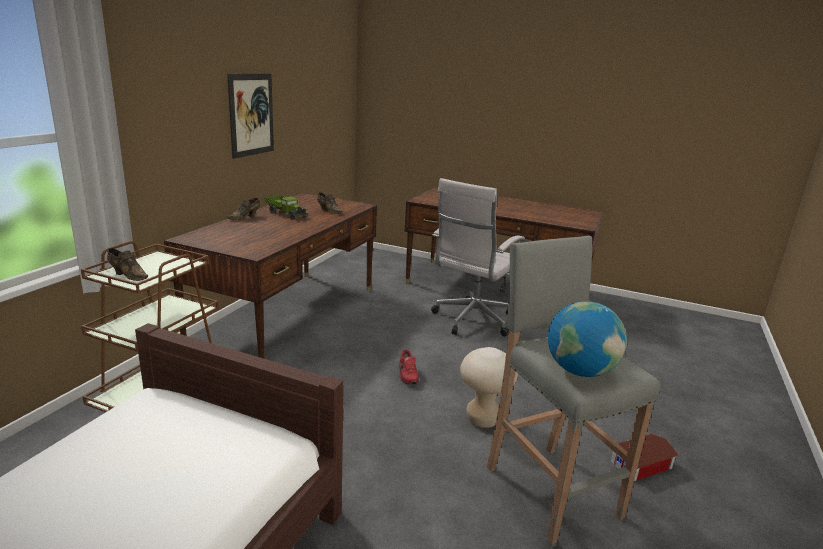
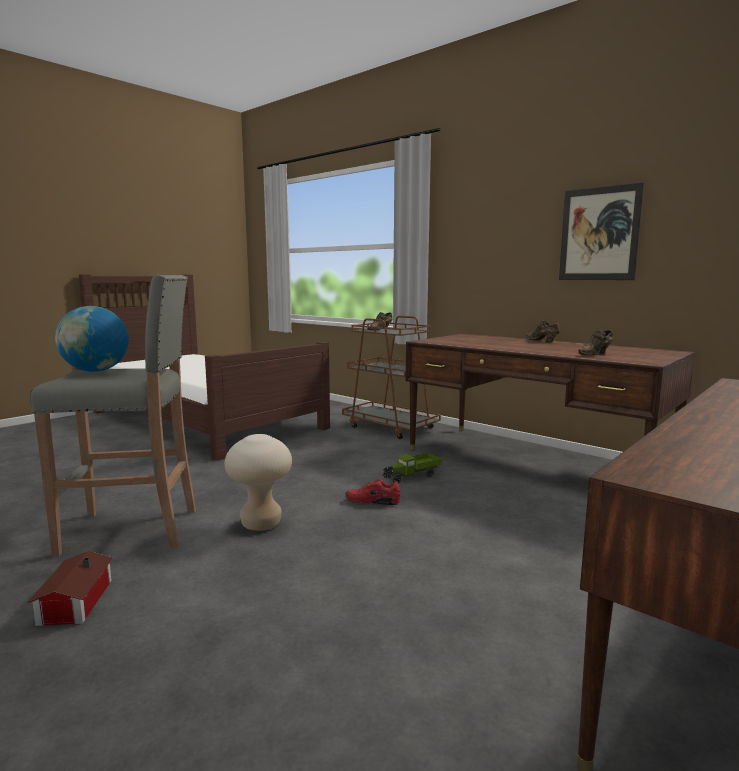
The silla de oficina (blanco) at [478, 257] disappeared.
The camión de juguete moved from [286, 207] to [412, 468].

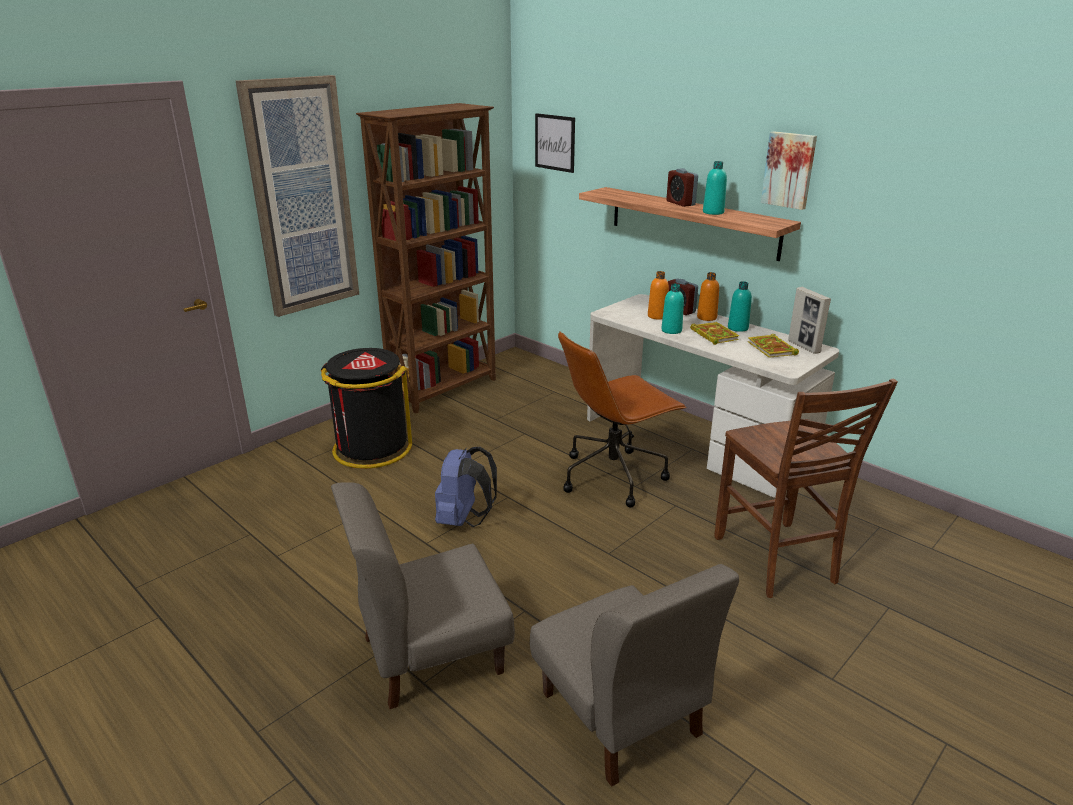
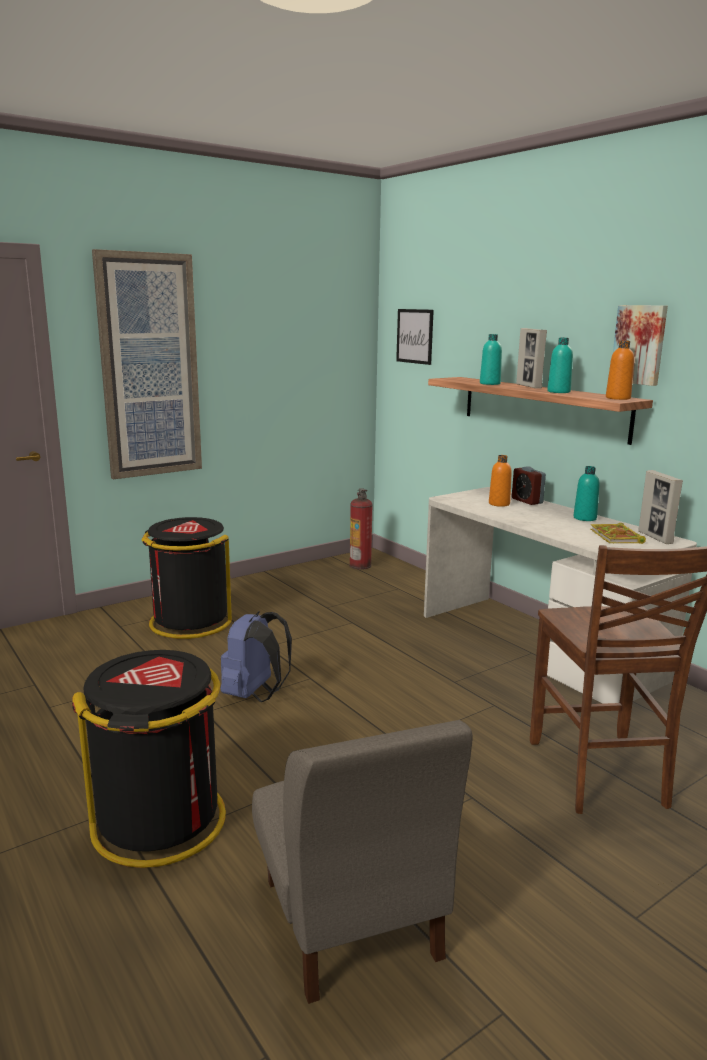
The estantería (marrón) at [426, 258] disappeared.
The silla de oficina (marrón) at [622, 419] disappeared.
The libro at [714, 333] disappeared.
The extintor at [361, 529] appeared.
The botella (turquesa) moved from [672, 309] to [491, 359].
The botella (naranja) moved from [708, 296] to [620, 370].
The silla (gris) at [423, 595] was replaced by the papelera (negro) at [149, 759].
The despertador at [682, 187] was replaced by the portarretratos at [531, 358].

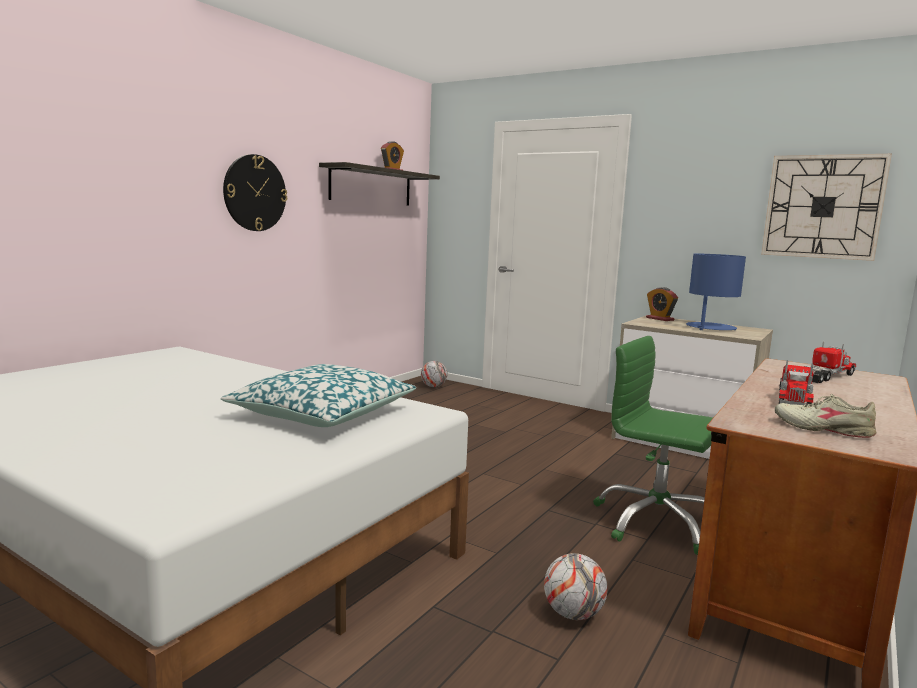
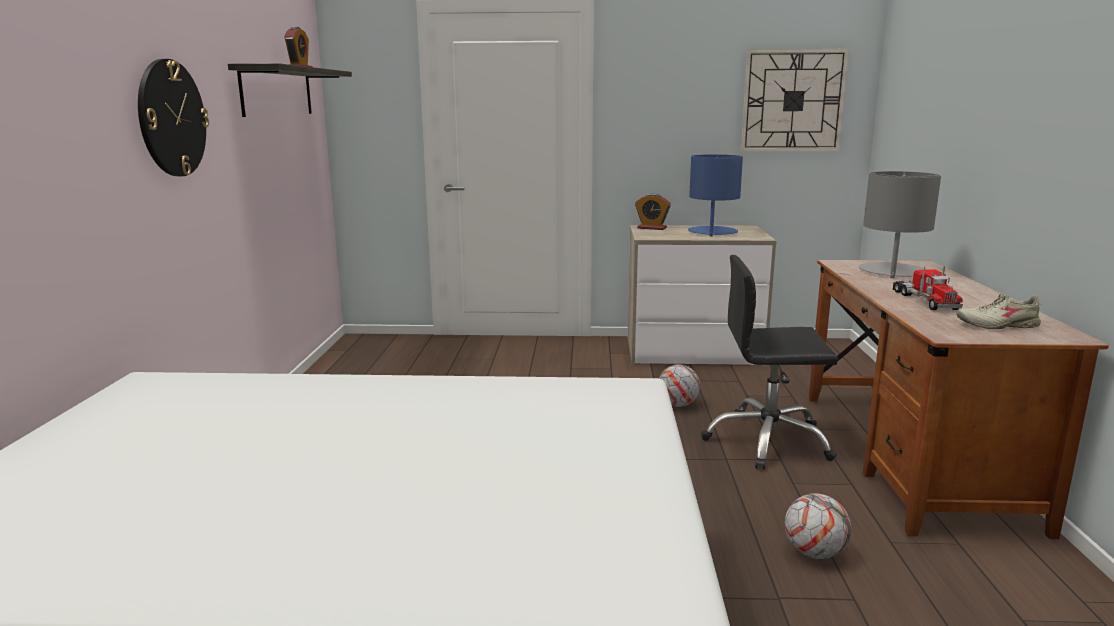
The cojín at [318, 395] disappeared.
The balón de fútbol moved from [434, 374] to [679, 385].
The camión de juguete at [830, 362] was replaced by the lámpara de mesa (gris) at [900, 224].
The silla de oficina (verde) at [653, 445] became the silla de oficina (negro) at [769, 362].

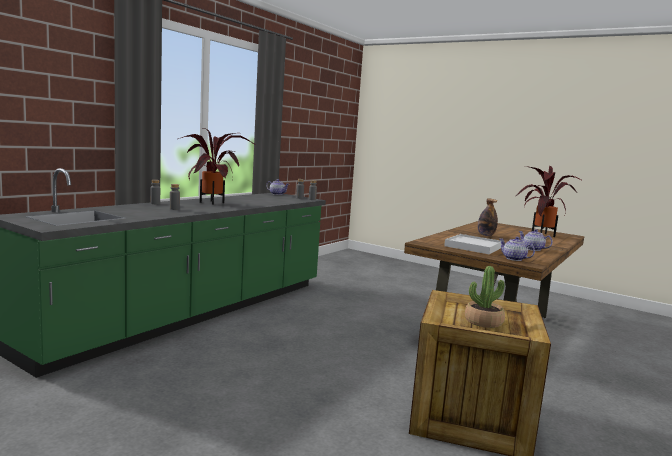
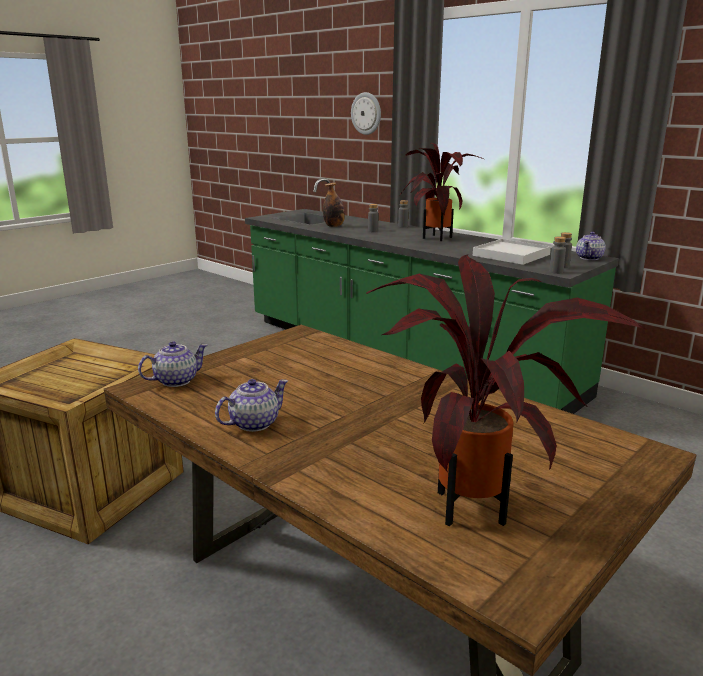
The planta en maceta at [485, 297] disappeared.
The reloj de pared at [366, 113] appeared.
The bandeja (blanco) moved from [472, 244] to [512, 252].
The botella moved from [488, 217] to [334, 205].

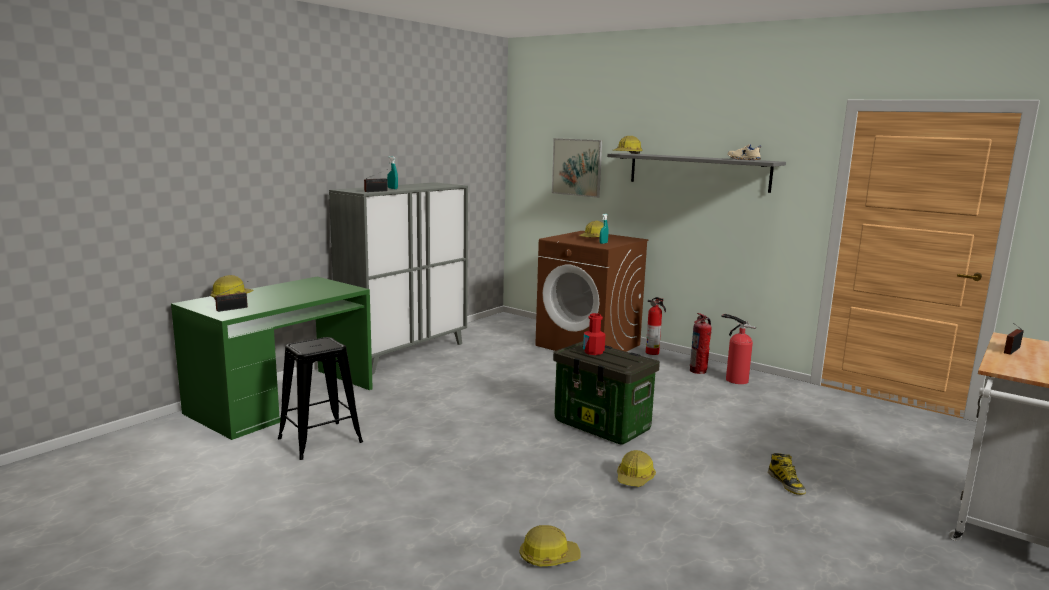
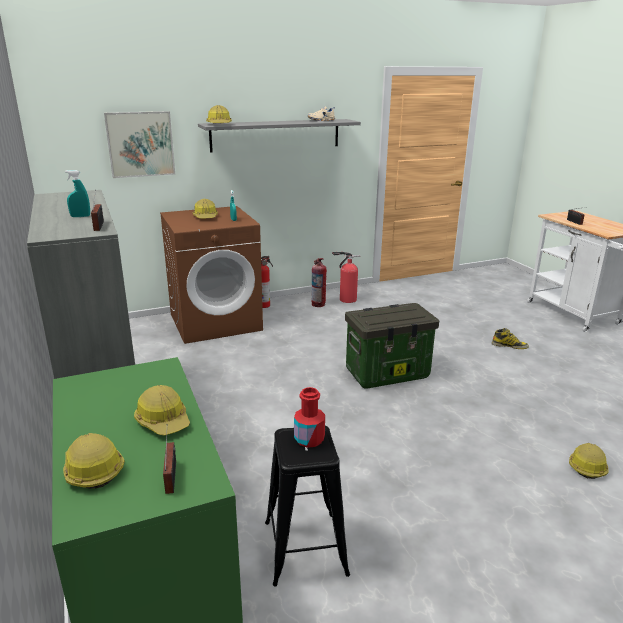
The botella (rojo) moved from [594, 334] to [309, 417].
The casco moved from [636, 468] to [162, 410].

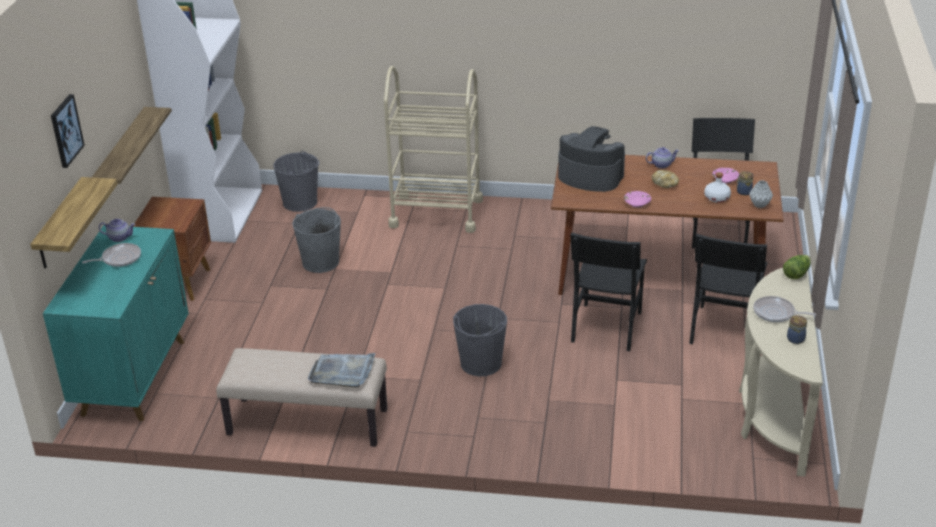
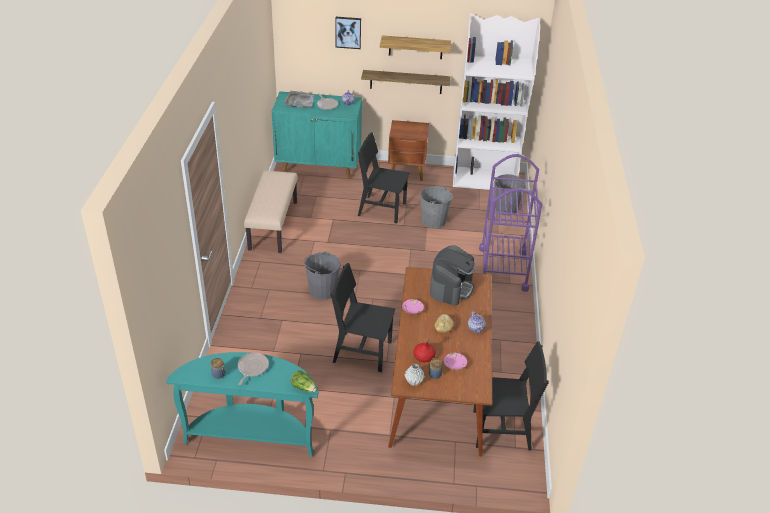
The estante moved from [74, 223] to [415, 47].
The bandeja (gris) moved from [342, 370] to [299, 99].
The silla (negro) moved from [728, 289] to [383, 177].
The carrito (beis) at [433, 149] became the carrito (morado) at [510, 223].
The botella (blanco) at [717, 187] became the botella (rojo) at [424, 350].
The mesa consola (beis) at [781, 372] became the mesa consola (turquesa) at [242, 404].

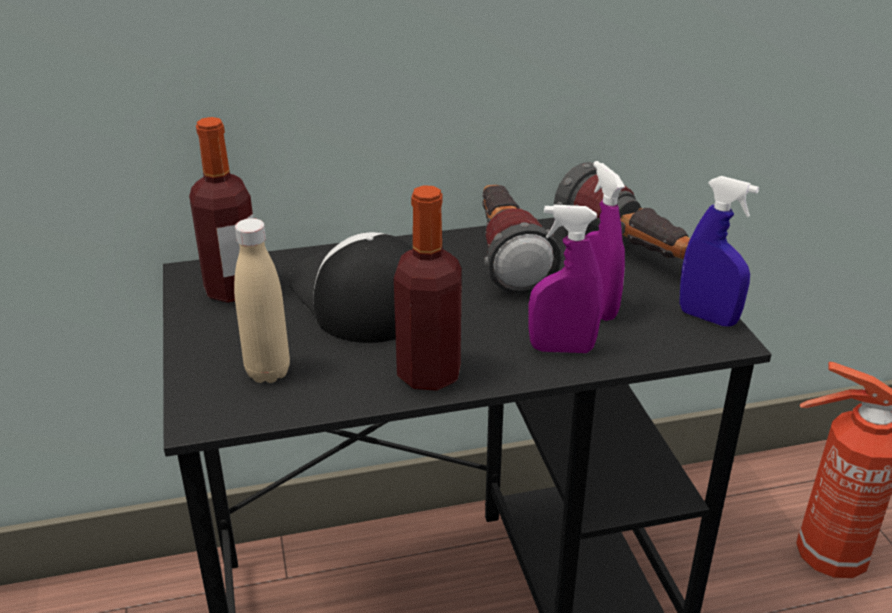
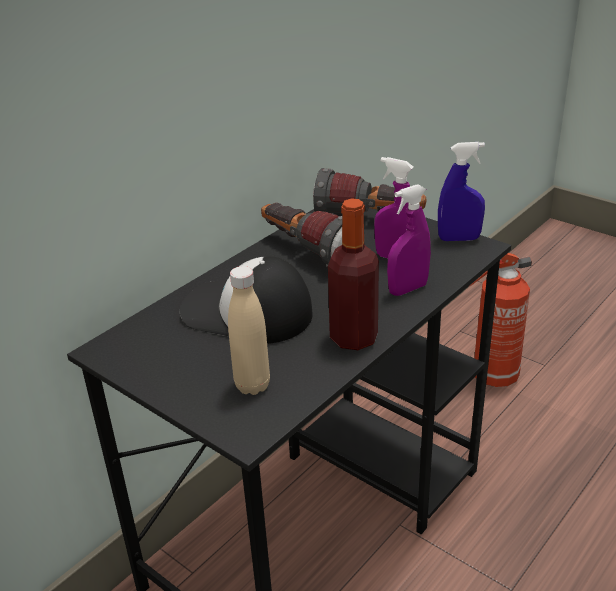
The botella at [221, 210] disappeared.

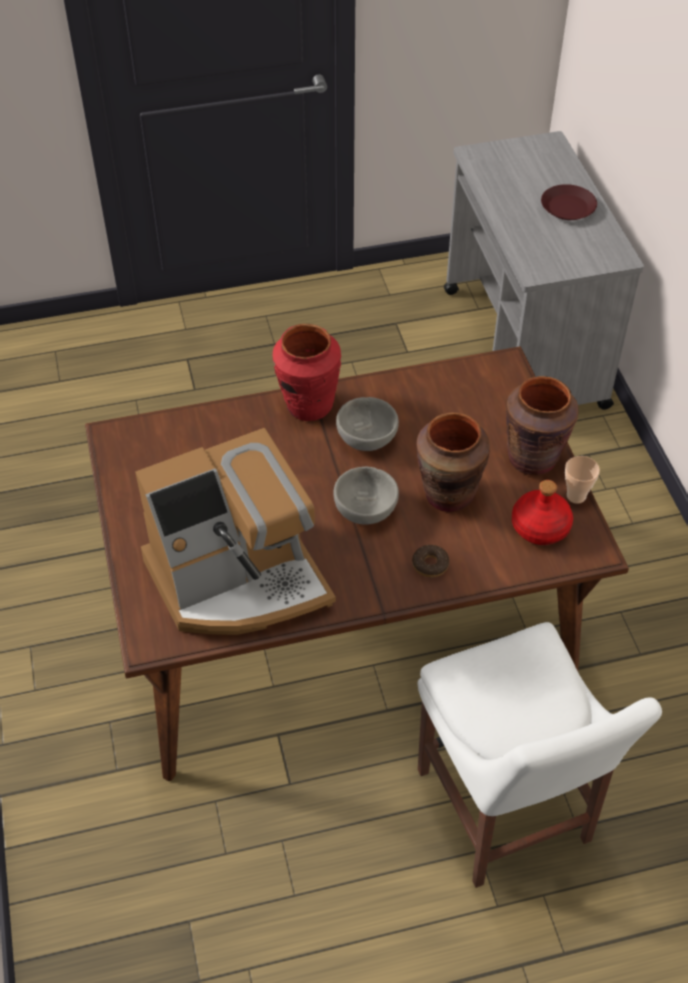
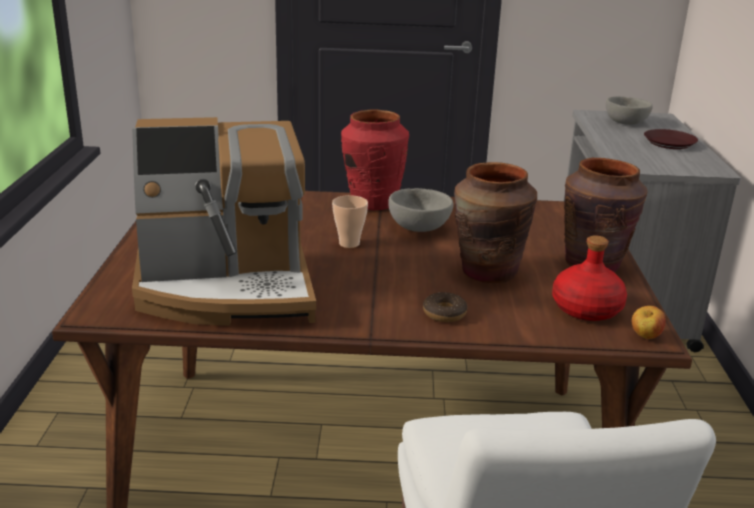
The manzana at [648, 322] appeared.
The cuenco (gris) moved from [366, 496] to [629, 110].
The taza moved from [582, 480] to [350, 221].

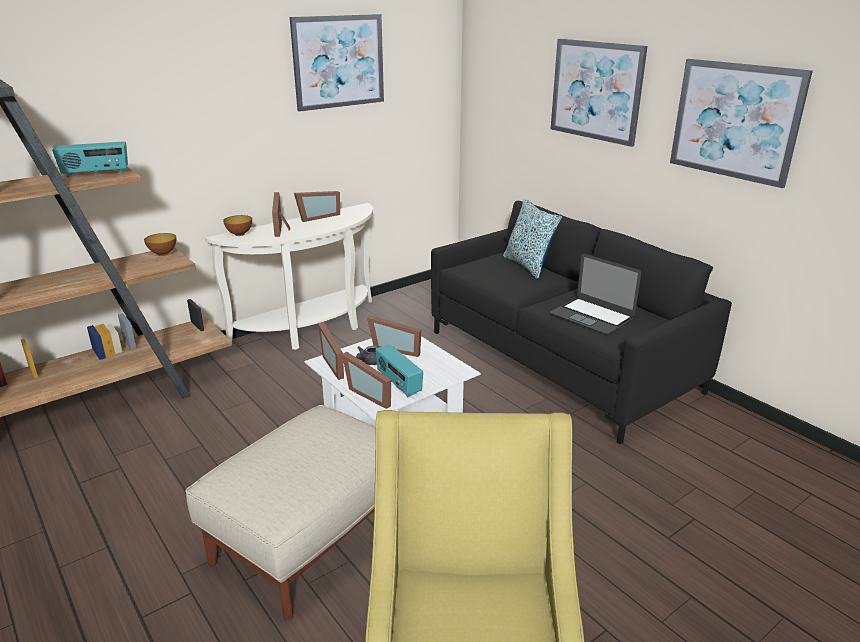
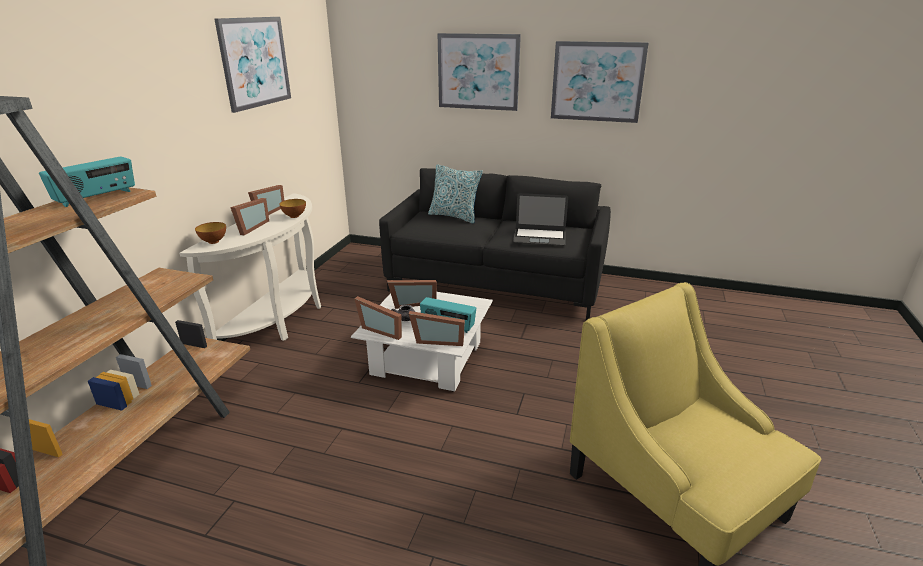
The puf (beis) at [280, 512] disappeared.
The cuenco moved from [160, 244] to [292, 208].
The portarretratos at [281, 214] turned 120 degrees counterclockwise.

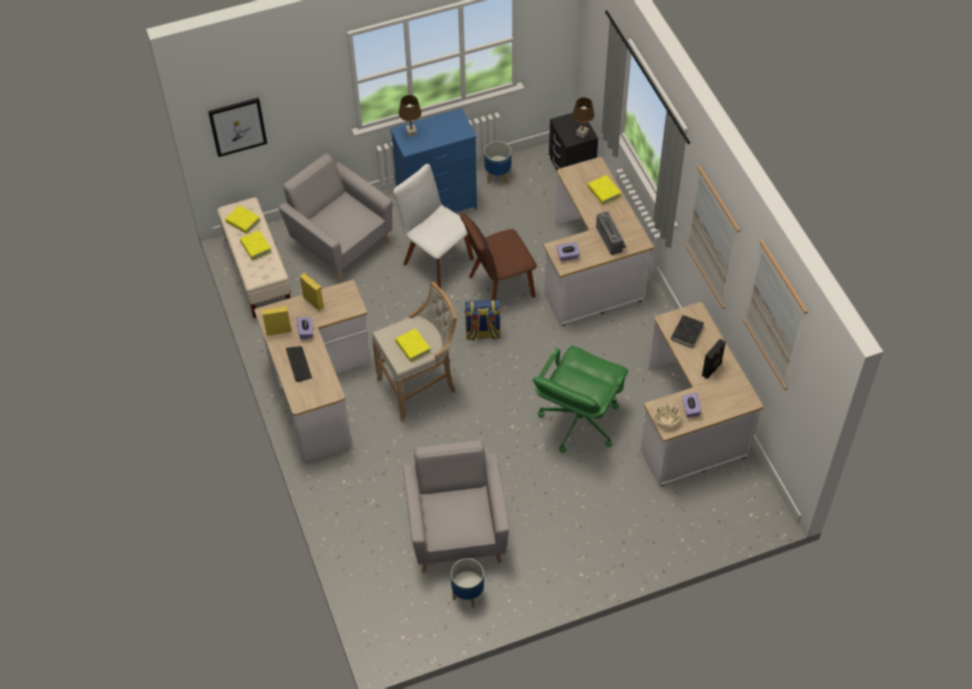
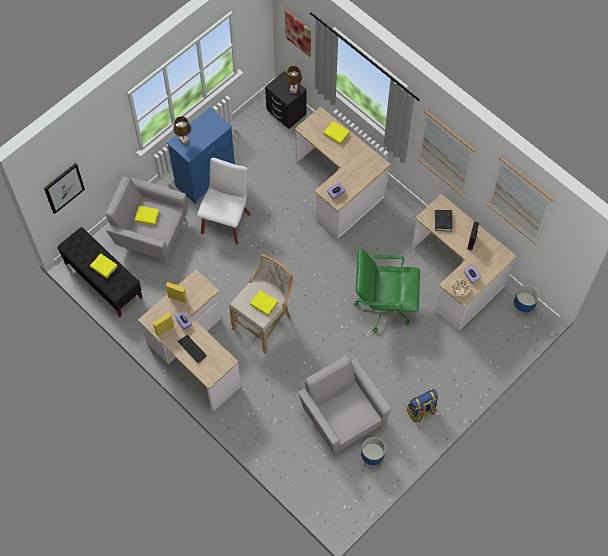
The silla (marrón) at [498, 256] disappeared.
The radio at [611, 233] disappeared.
The cuadro at [298, 33] appeared.
The libro (amarillo) moved from [242, 219] to [147, 215].
The mochila moved from [483, 320] to [422, 405].
The maceta moved from [497, 162] to [525, 301].
The banco (beis) at [254, 257] became the banco (negro) at [100, 272].
The silla (blanco) at [433, 226] turned 90 degrees clockwise.
The silla de oficina (verde) at [580, 399] turned 90 degrees clockwise.

